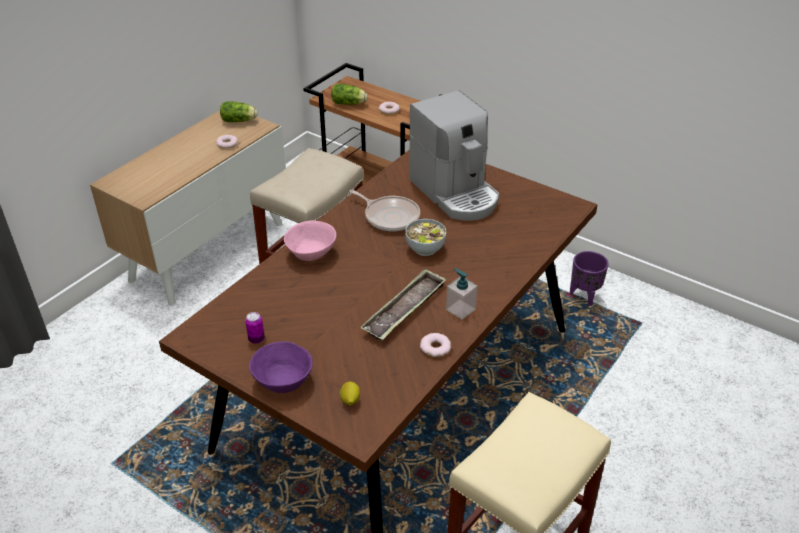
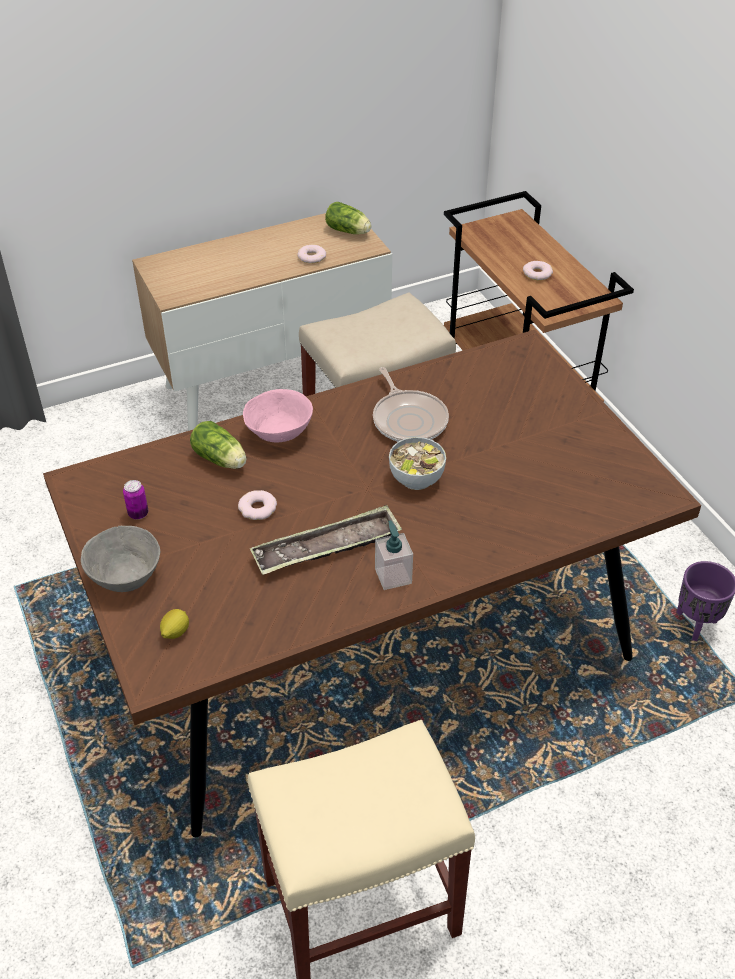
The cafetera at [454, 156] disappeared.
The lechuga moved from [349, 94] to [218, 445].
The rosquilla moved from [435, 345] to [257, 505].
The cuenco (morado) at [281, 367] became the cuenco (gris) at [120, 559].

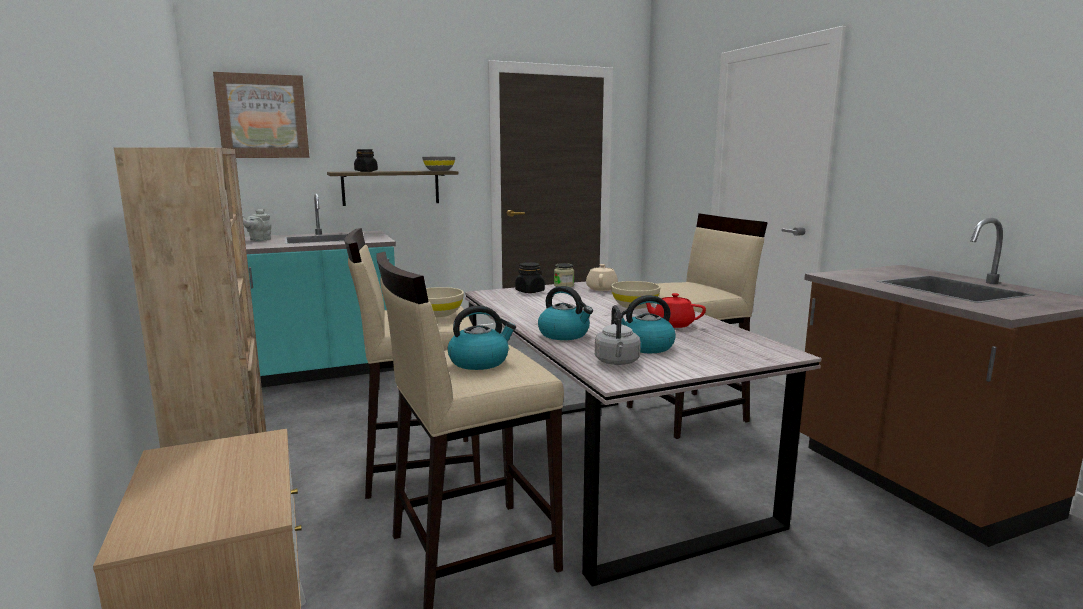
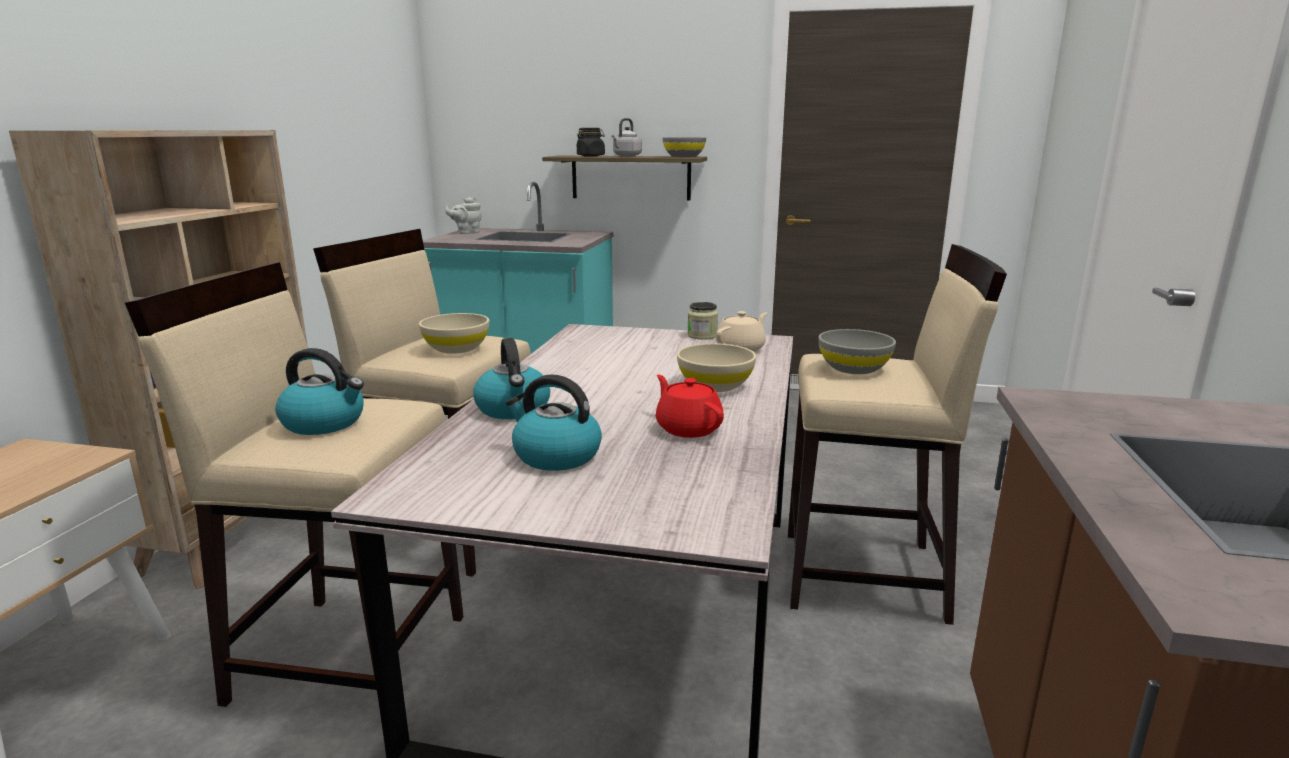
The cuadro at [261, 115] disappeared.
The tarro (negro) at [530, 277] disappeared.
The cuenco (gris) at [857, 351] appeared.
The hervidor (gris) moved from [618, 335] to [626, 137].

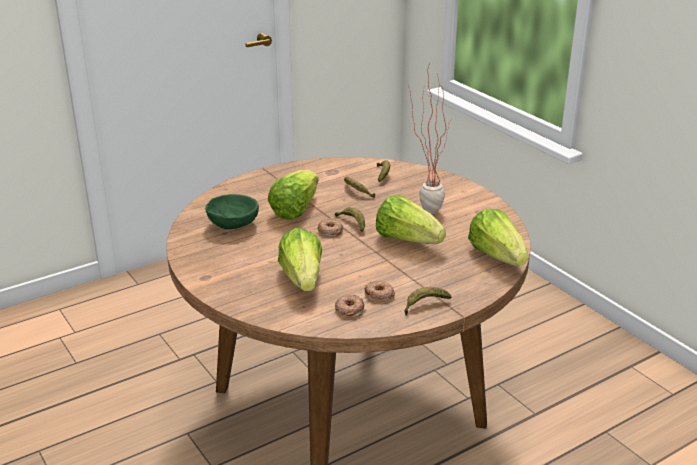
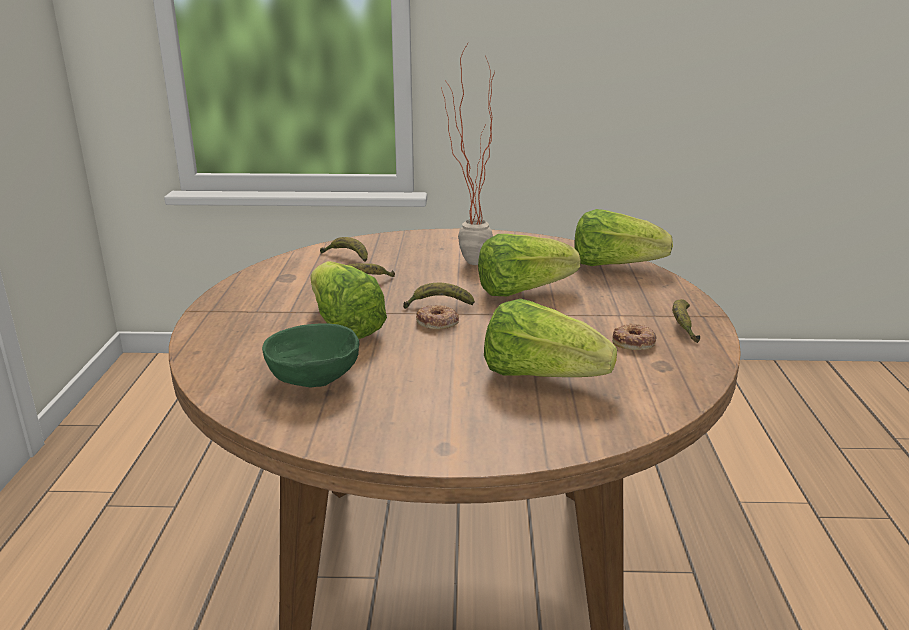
The rosquilla at [349, 306] disappeared.

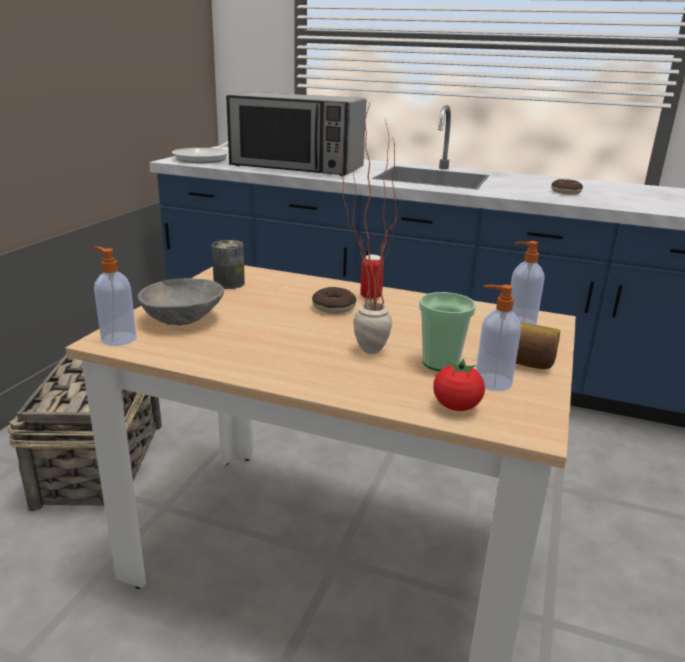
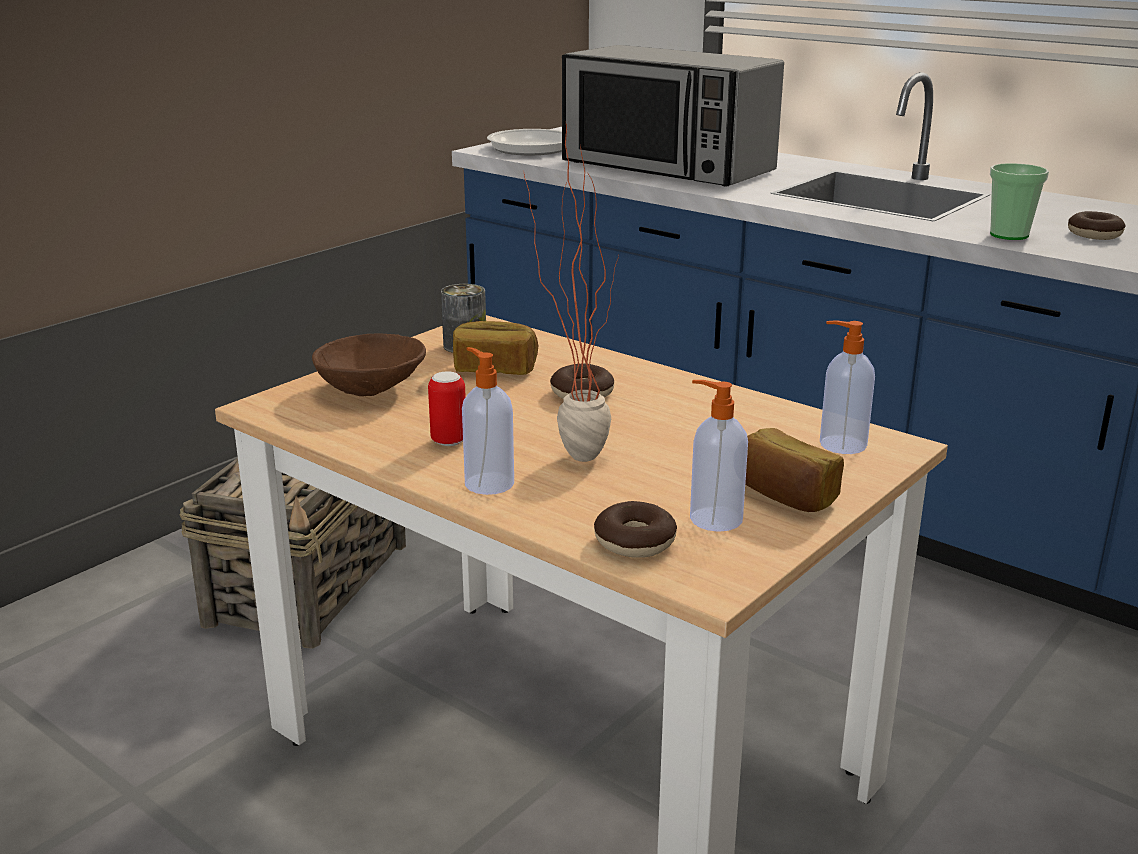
The pan at [495, 348] appeared.
The dispensador de jabón moved from [115, 296] to [488, 421].
The lata moved from [372, 277] to [447, 409].
The taza moved from [447, 331] to [1019, 201].
The tomate at [459, 385] was replaced by the rosquilla at [635, 529].
The cuenco (gris) at [181, 301] became the cuenco (marrón) at [369, 364].

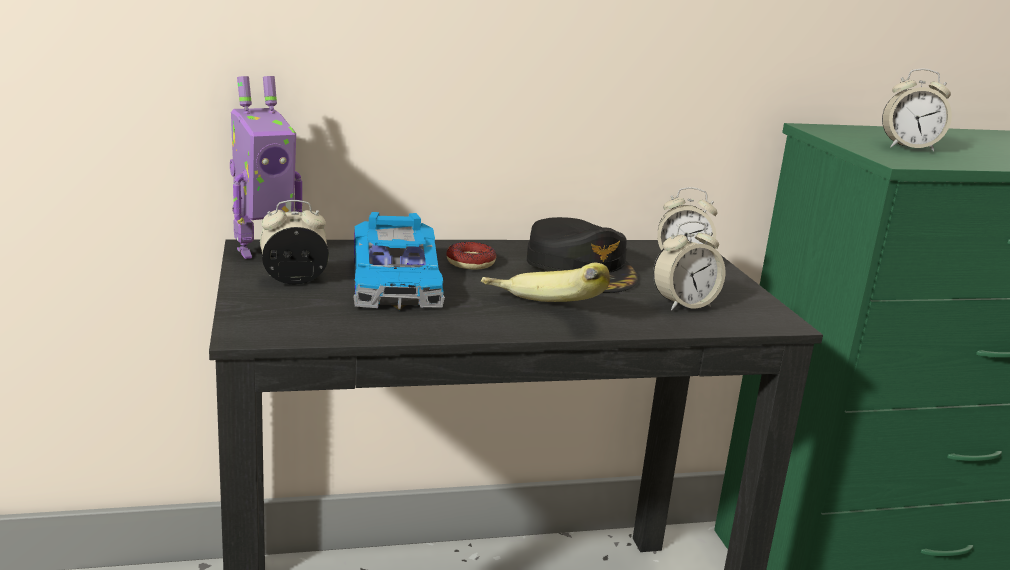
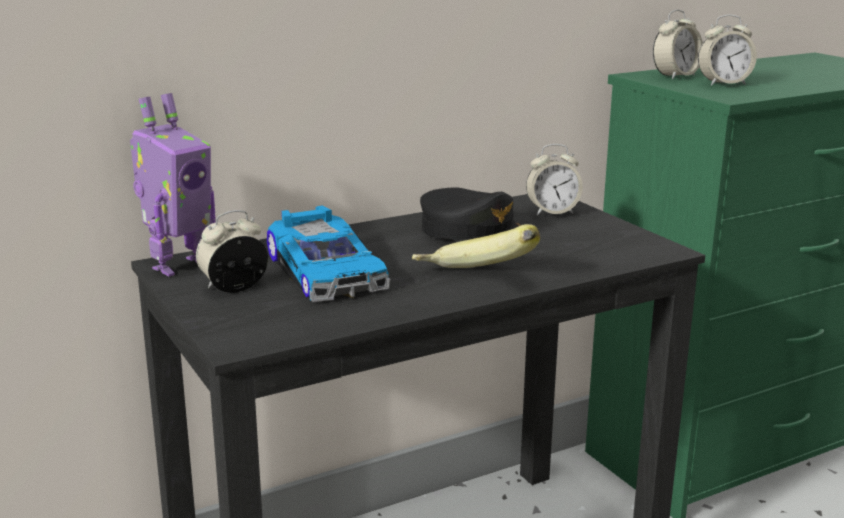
The rosquilla at [471, 256] disappeared.
The despertador moved from [689, 266] to [678, 45].

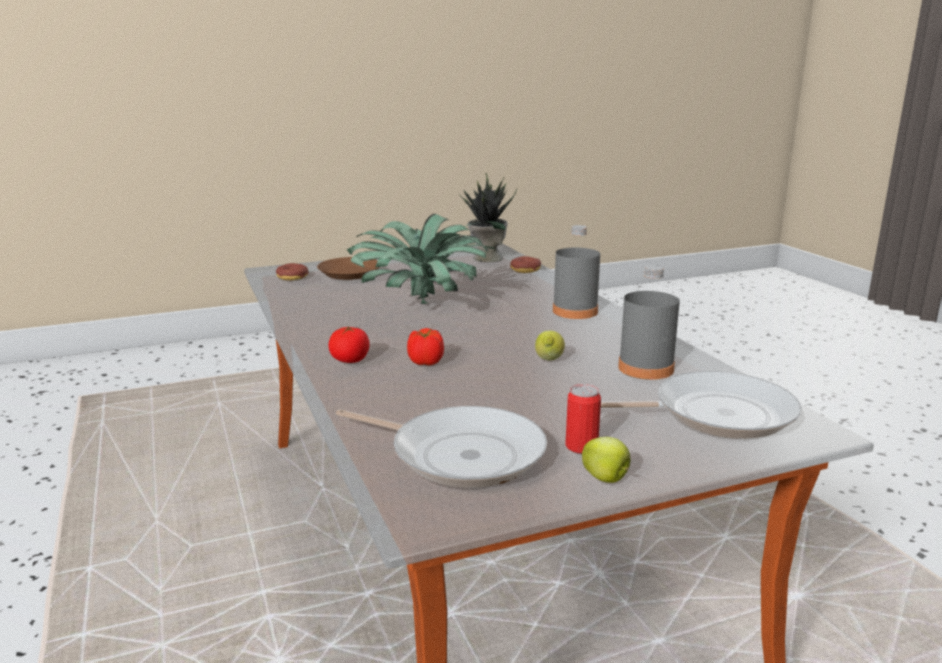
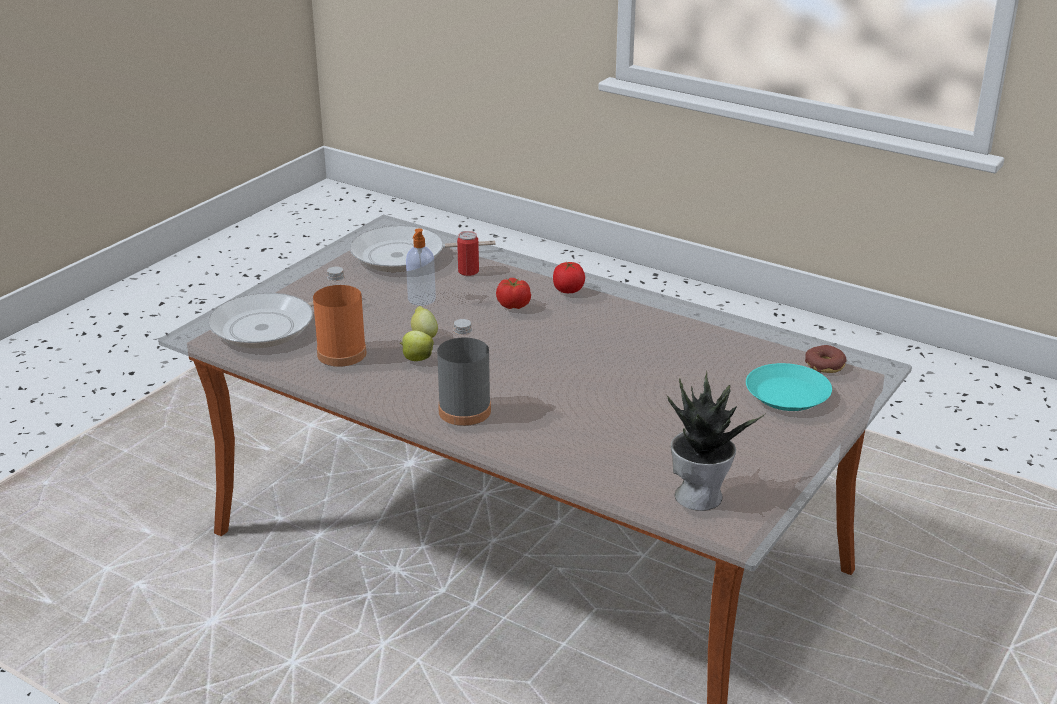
The planta en maceta at [426, 259] disappeared.
The rosquilla at [525, 264] disappeared.
The dispensador de jabón at [421, 267] appeared.
The lata moved from [583, 419] to [468, 253].
The manzana moved from [606, 460] to [417, 346].
The plato (marrón) at [348, 268] became the plato (turquesa) at [789, 387].
The botella (gris) at [649, 322] became the botella (naranja) at [339, 317].

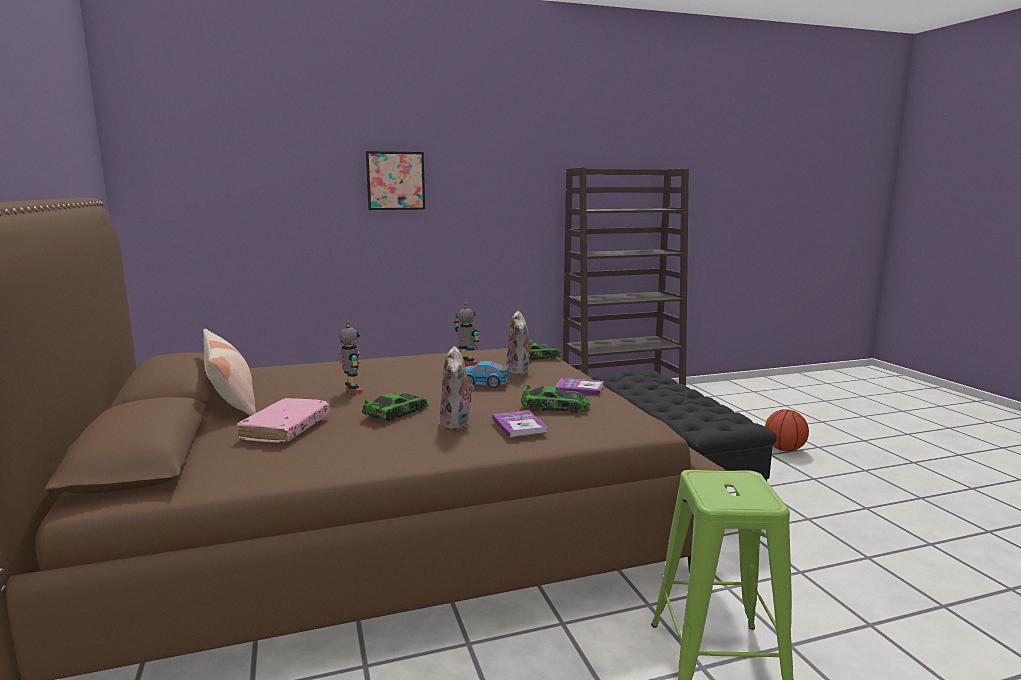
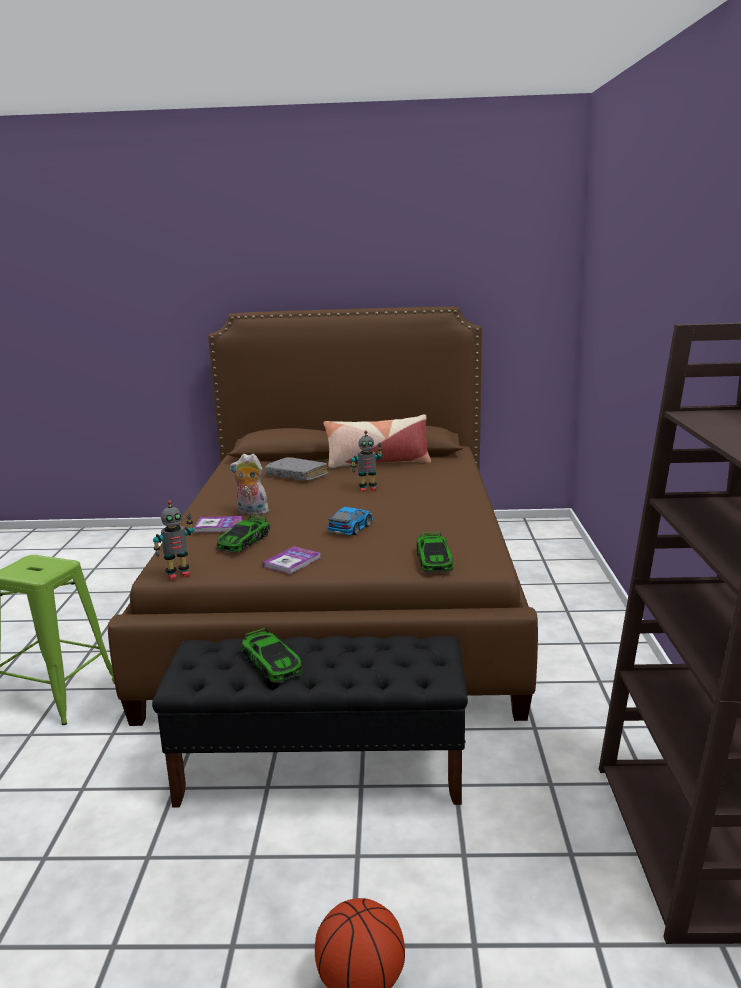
The cuadro at [395, 180] disappeared.
The peluche at [519, 343] disappeared.
The coche de juguete moved from [395, 407] to [272, 655].
The robot de juguete moved from [466, 334] to [173, 540].
The libro (rosa) at [283, 420] became the libro (gris) at [296, 469].

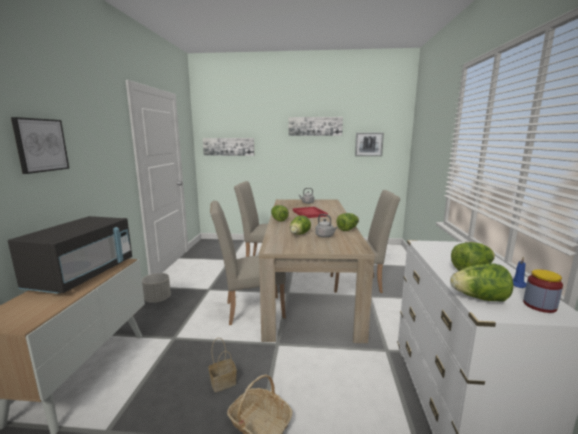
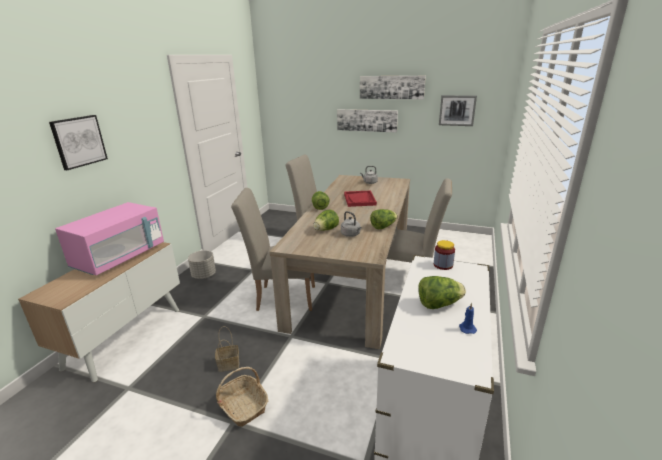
The lechuga at [481, 283] disappeared.
The cuadro moved from [228, 147] to [367, 121].
The tarro moved from [543, 291] to [444, 255].
The microondas (negro) at [70, 255] became the microondas (rosa) at [109, 239].

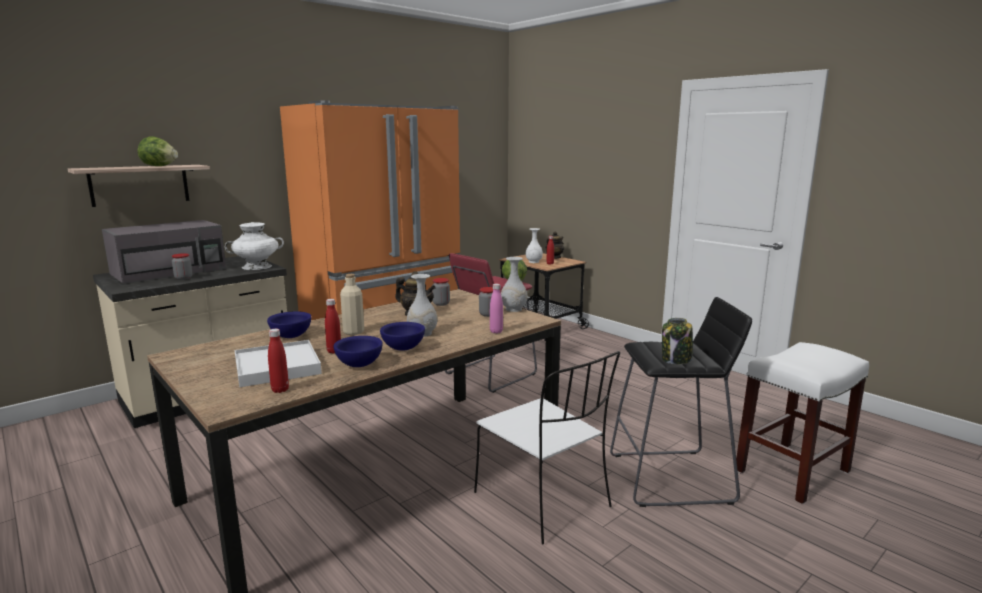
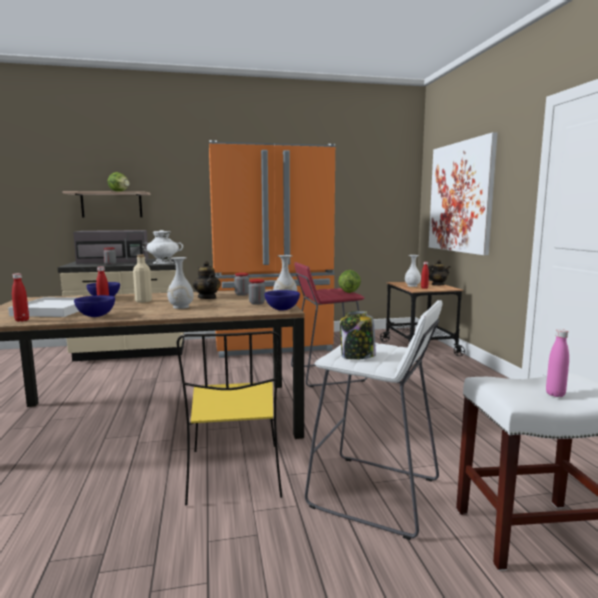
The cuadro at [463, 193] appeared.
The cuenco (azul) moved from [402, 336] to [282, 300].
The botella (rosa) moved from [496, 308] to [557, 363].
The silla (blanco) at [547, 447] became the silla (amarillo) at [229, 418].
The taburete (negro) at [681, 402] became the taburete (blanco) at [374, 420].

